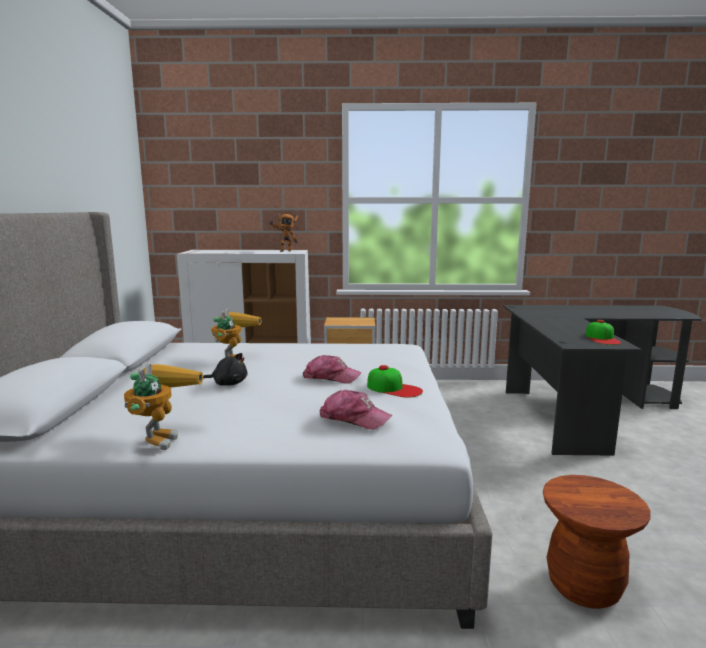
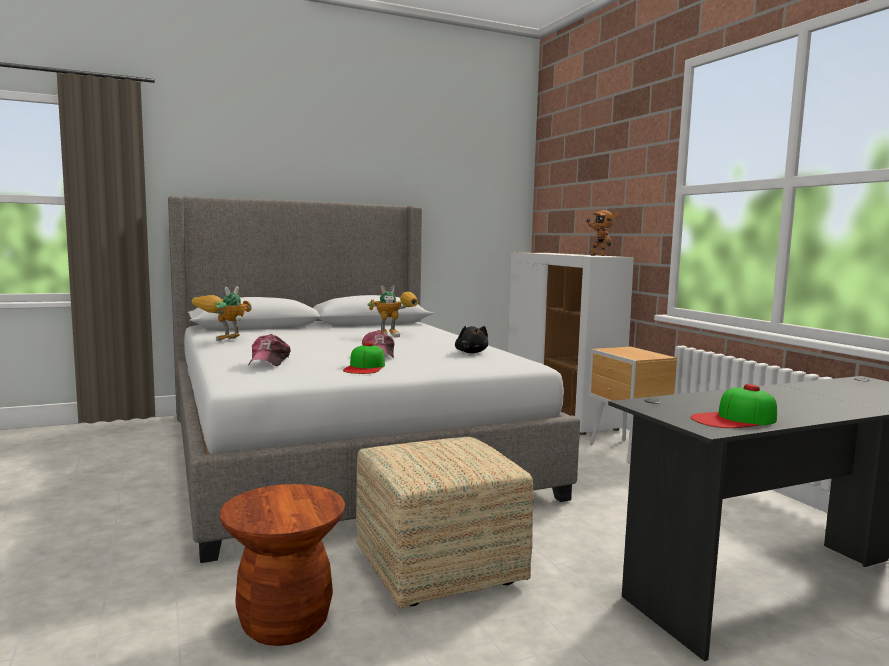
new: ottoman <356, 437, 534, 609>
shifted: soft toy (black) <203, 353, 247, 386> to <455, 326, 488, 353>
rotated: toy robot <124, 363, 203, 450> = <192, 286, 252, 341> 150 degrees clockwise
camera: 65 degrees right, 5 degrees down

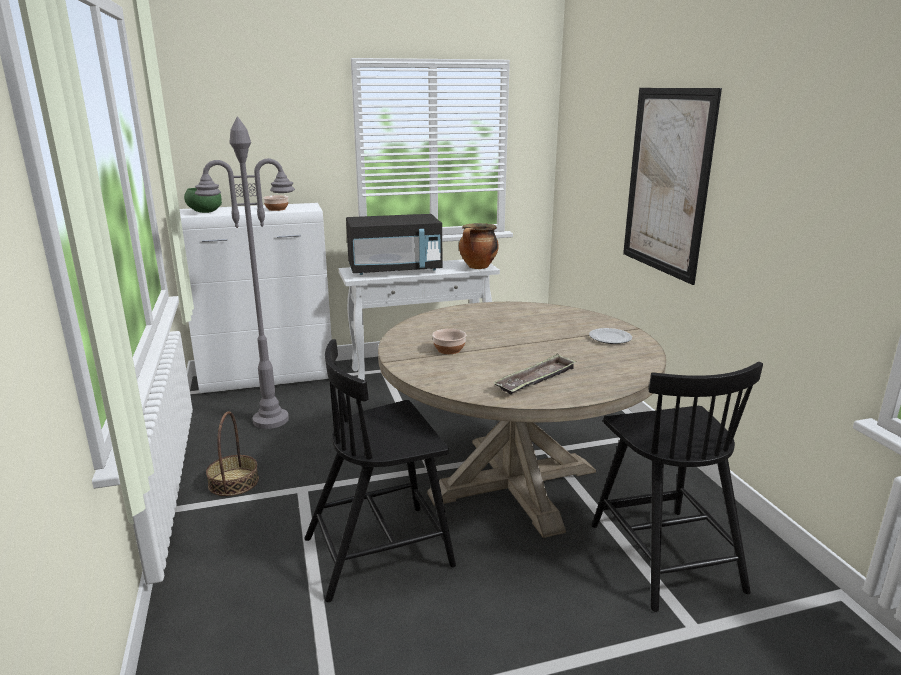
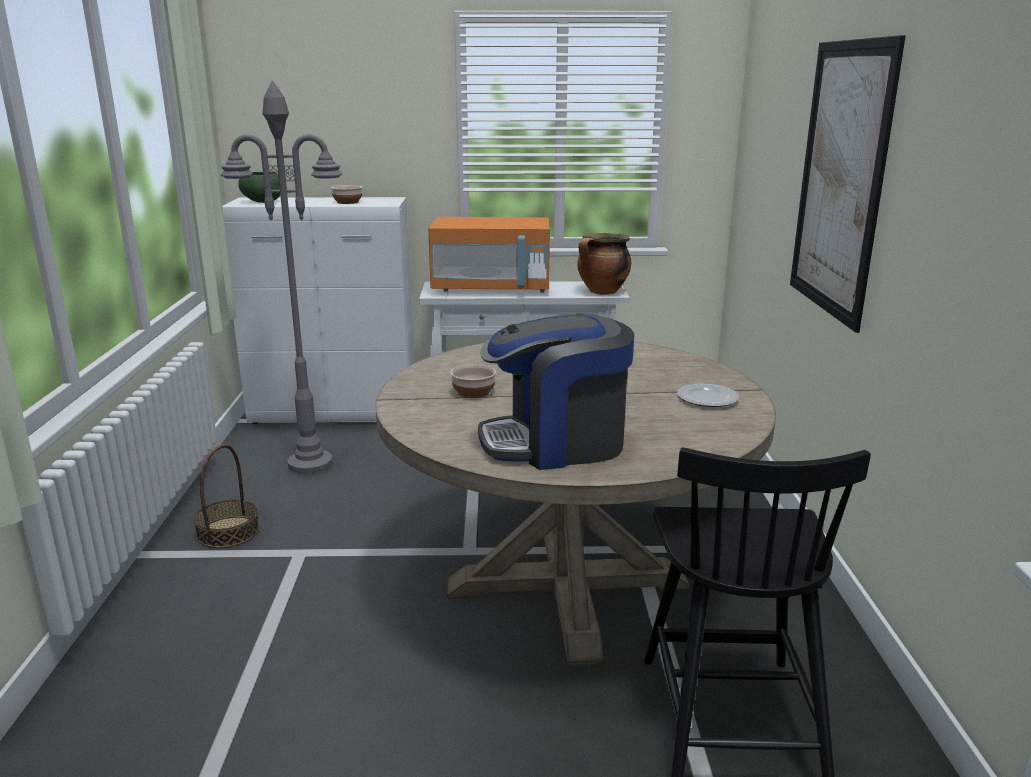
gone: plain chair (black) <304, 339, 456, 602>
swapped: tray <493, 354, 577, 395> to coffee machine <478, 314, 634, 470>
repainted: microwave (black) <346, 214, 442, 275> to microwave (orange-coloured) <428, 217, 550, 293>
camera: 15 degrees right, 0 degrees up

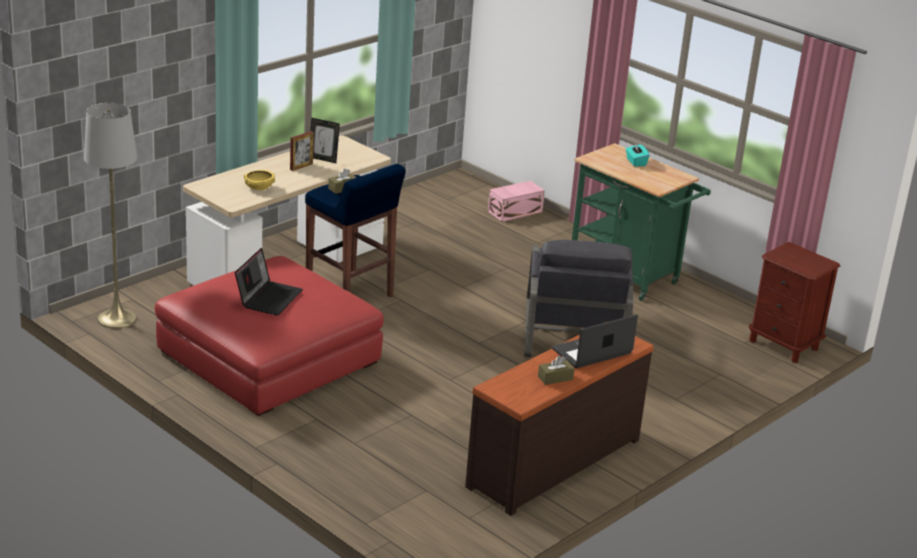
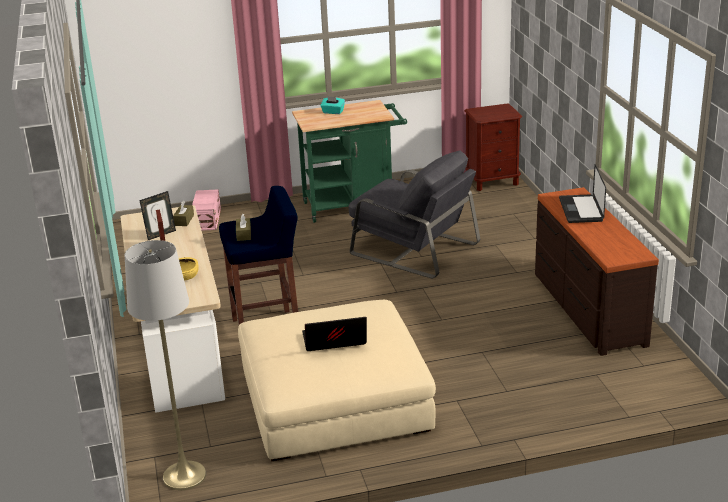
shifted: tissue box (brownish) <538, 356, 575, 385> to <173, 201, 194, 226>
repainted: ottoman (red) <155, 256, 384, 416> to ottoman (beige-coloured) <238, 300, 436, 461>
rotated: laptop <235, 248, 303, 316> = <302, 317, 367, 351> 60 degrees counterclockwise
camera: 55 degrees left, 0 degrees up

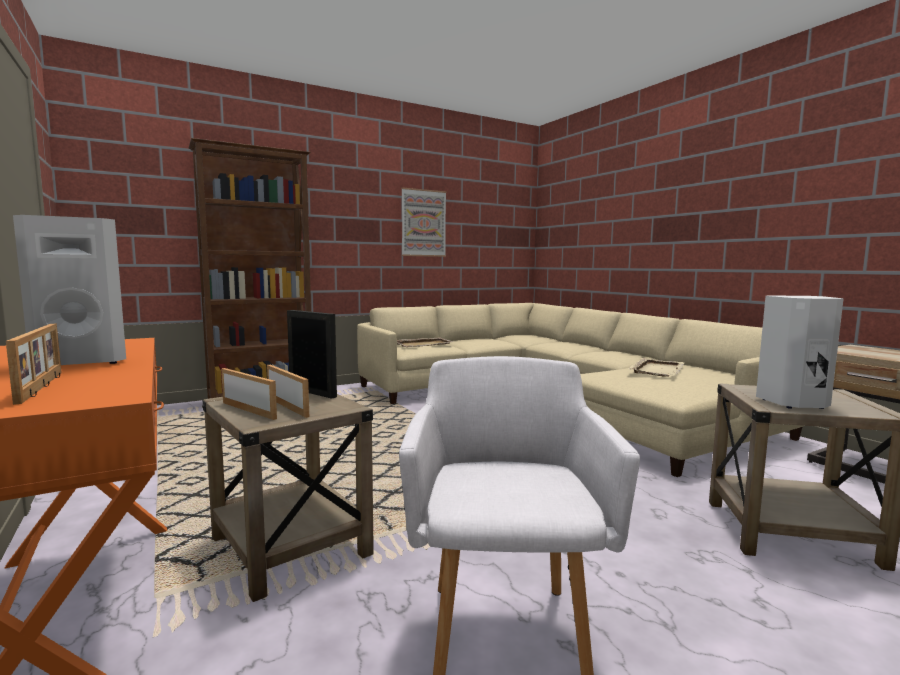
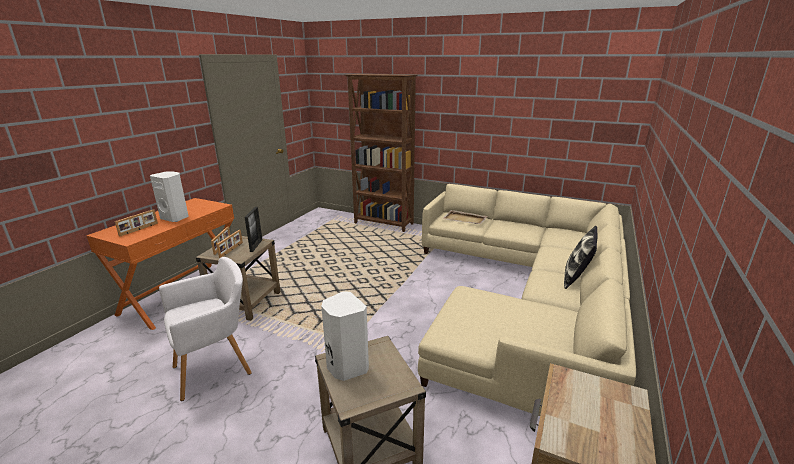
gone: wall picture <401, 187, 446, 257>; tray (beige-coloured) <628, 358, 684, 377>
new: cushion <564, 226, 597, 289>
camera: 55 degrees right, 15 degrees up

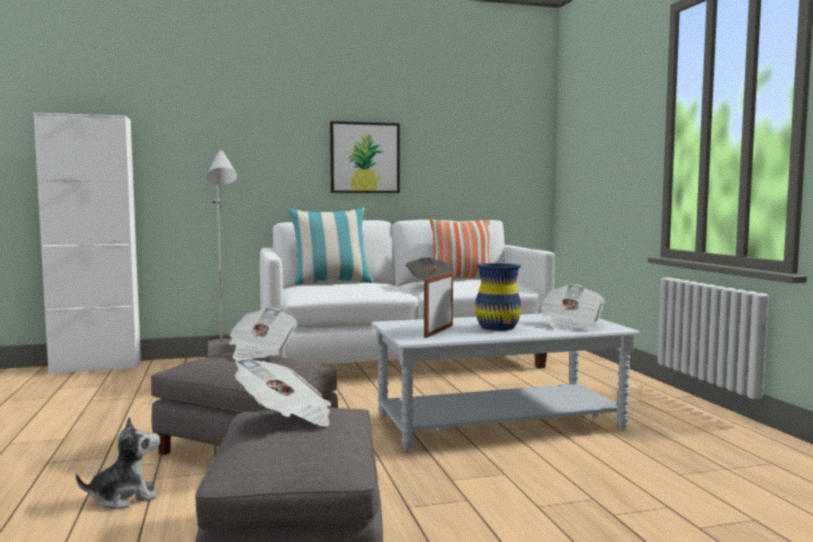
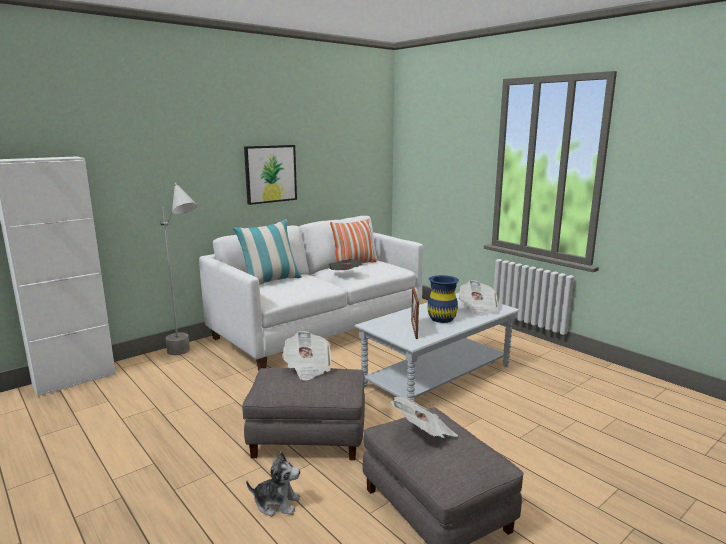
rotated: soft toy <76, 417, 160, 509> = <246, 451, 300, 517> 60 degrees clockwise
camera: 25 degrees left, 10 degrees up

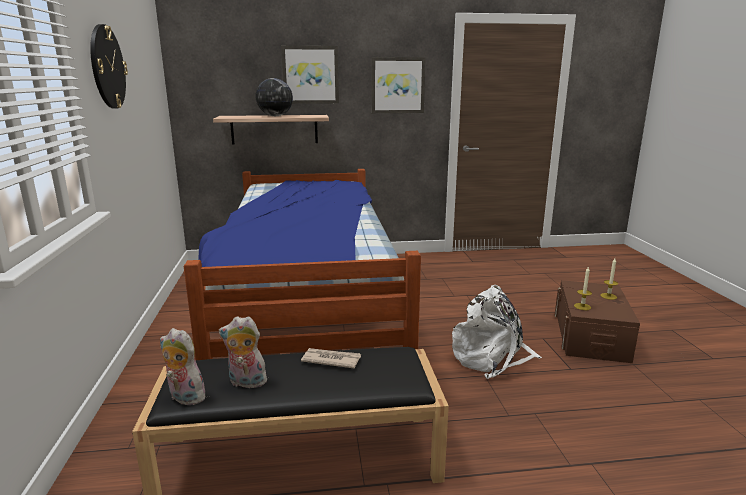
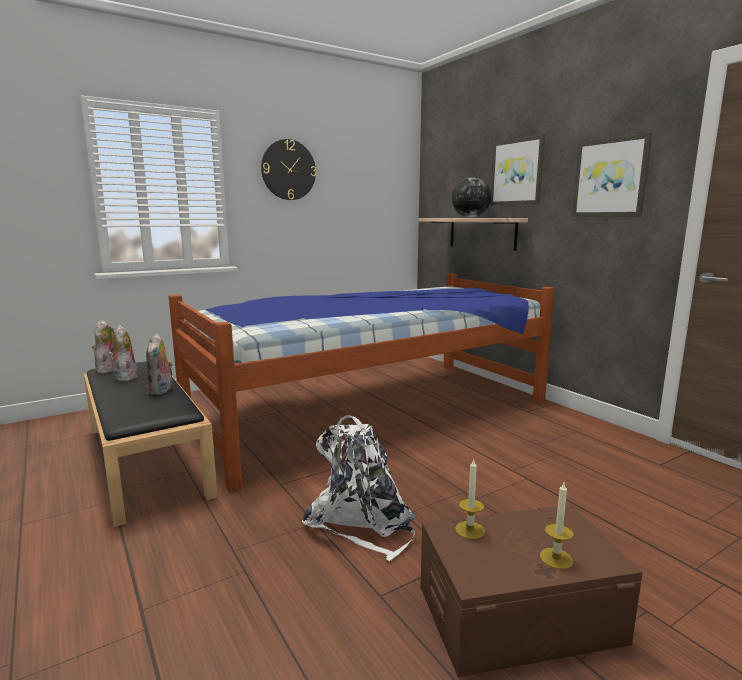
swapped: printed paper <301, 348, 361, 369> to soft toy <146, 334, 173, 395>
camera: 65 degrees right, 5 degrees down

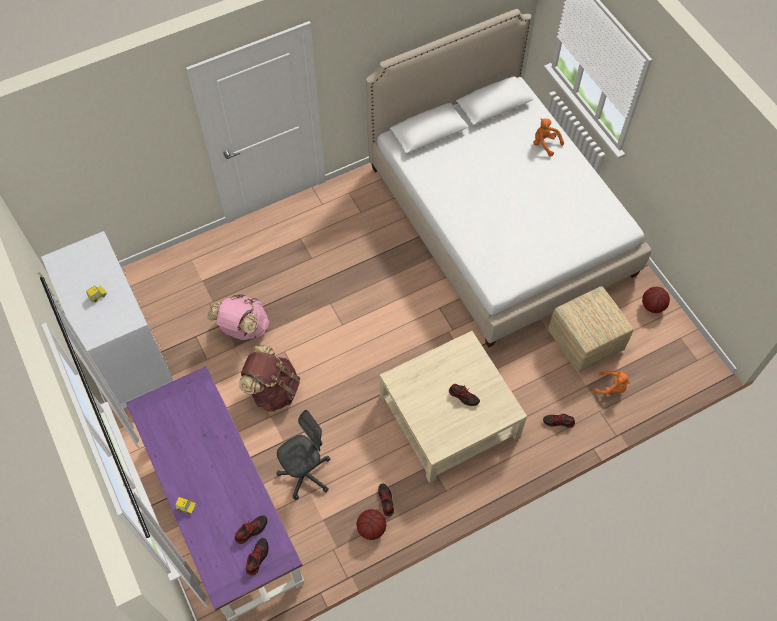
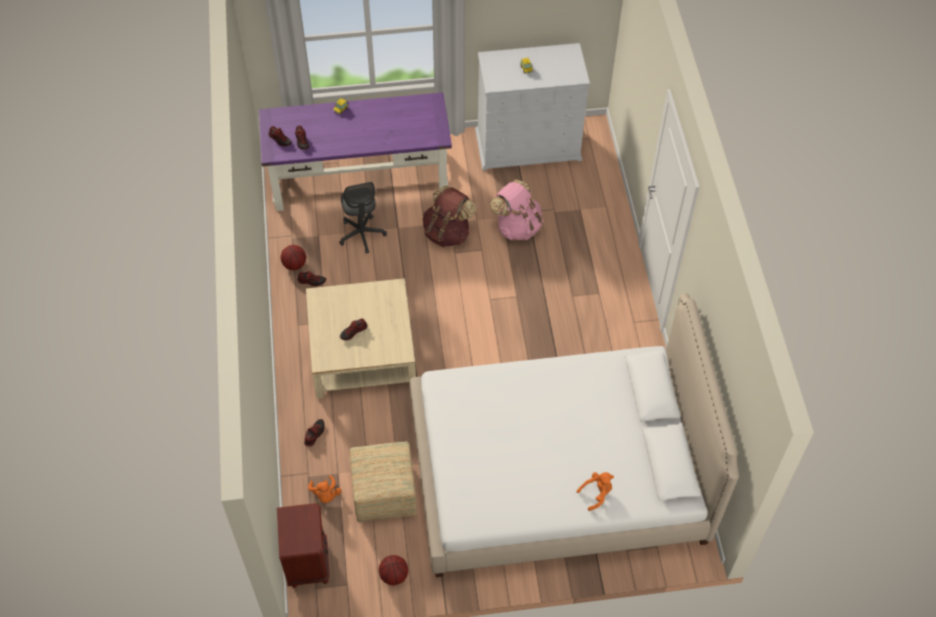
new: nightstand (brownish) <277, 503, 330, 588>
rotated: soft toy (orange-coloured) <594, 371, 630, 394> = <308, 475, 341, 503> 60 degrees counterclockwise
camera: 110 degrees right, 5 degrees down

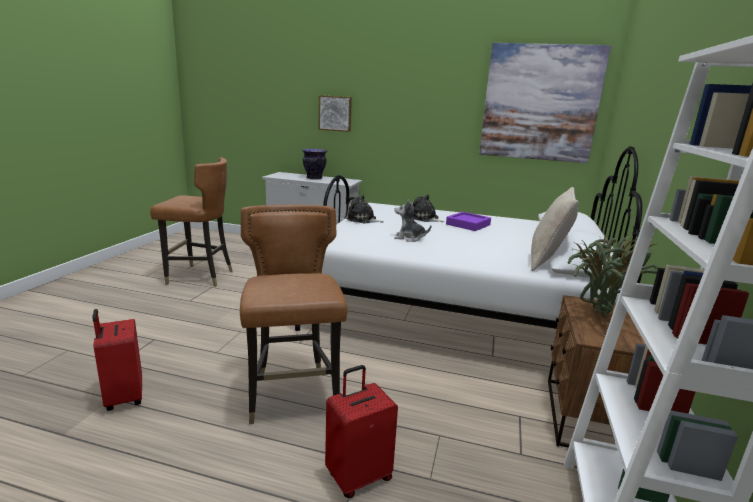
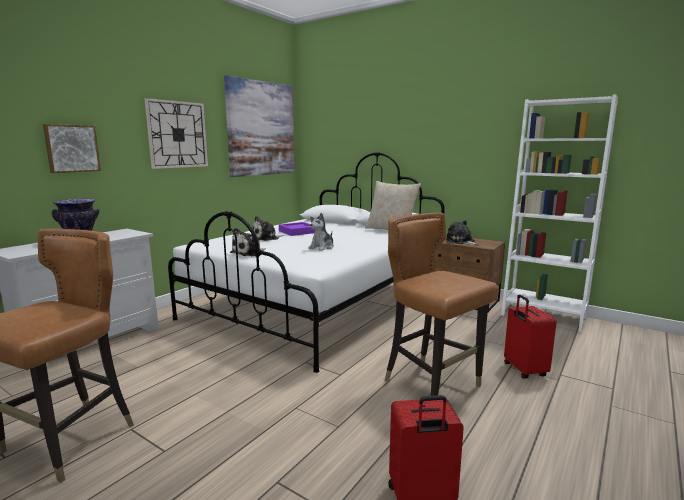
new: wall clock <144, 98, 208, 169>
swapped: houseplant <568, 232, 658, 318> to soft toy <446, 220, 479, 245>
rotated: plain chair (brownish) <240, 205, 347, 424> = <385, 213, 499, 396> 45 degrees clockwise
camera: 70 degrees left, 5 degrees down

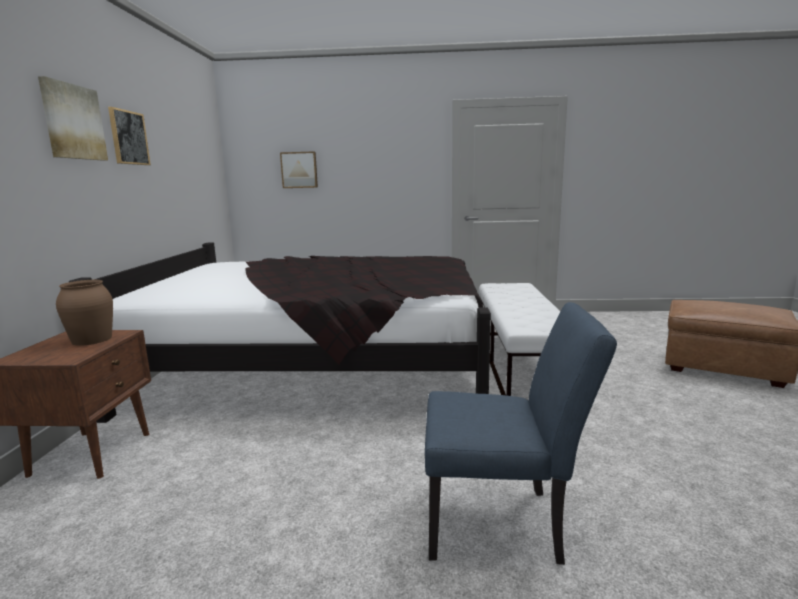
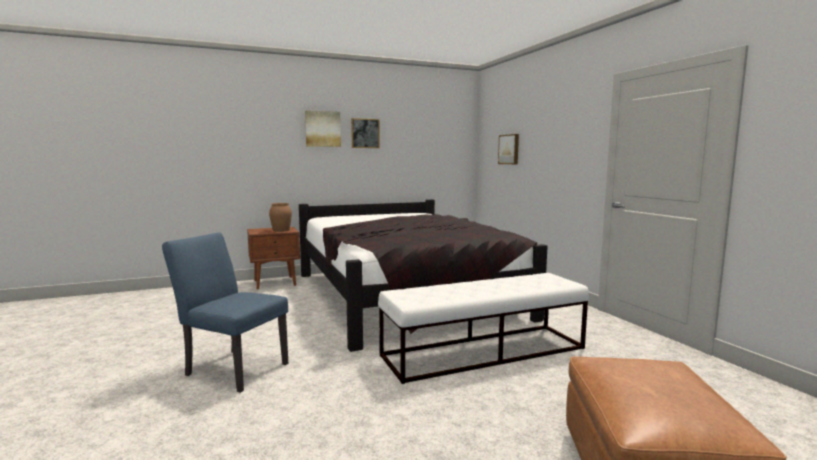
rotated: plain chair (blue) <425, 302, 617, 565> = <162, 232, 288, 393> 135 degrees clockwise
camera: 65 degrees right, 5 degrees down

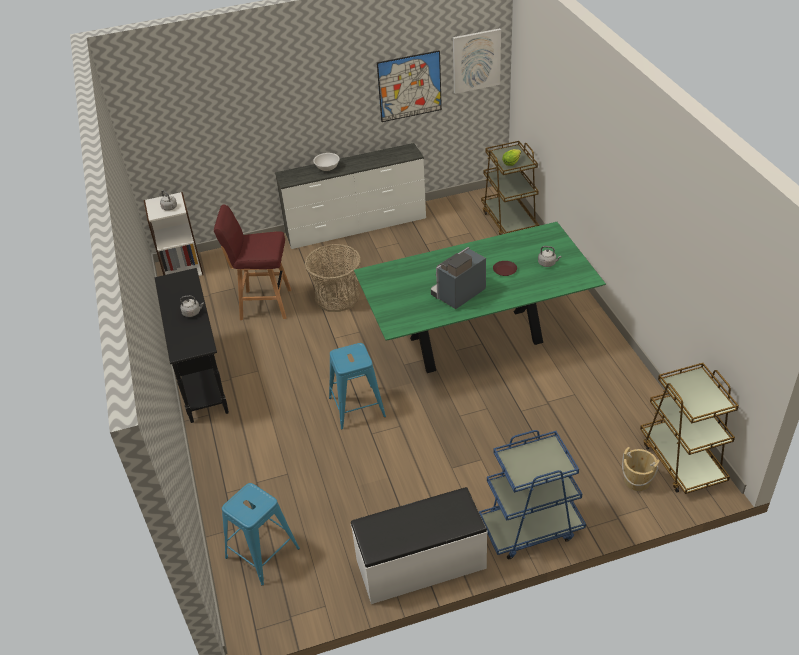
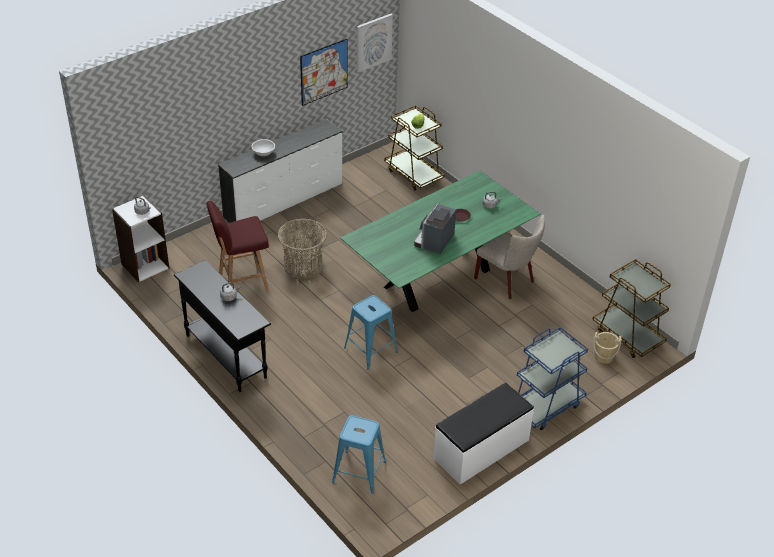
new: plain chair (beige-coloured) <474, 214, 545, 299>
camera: 25 degrees left, 0 degrees up

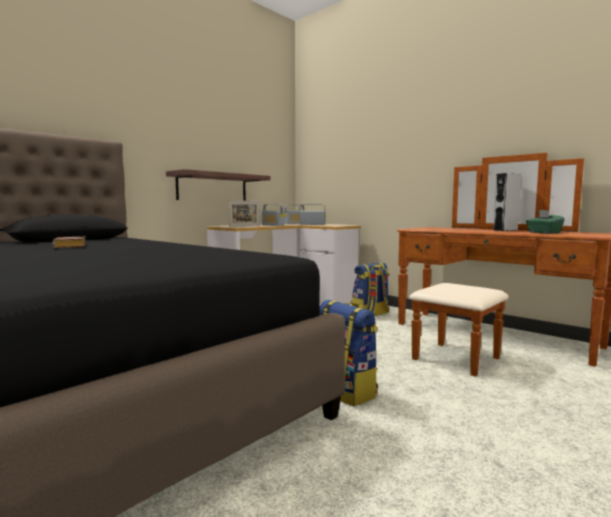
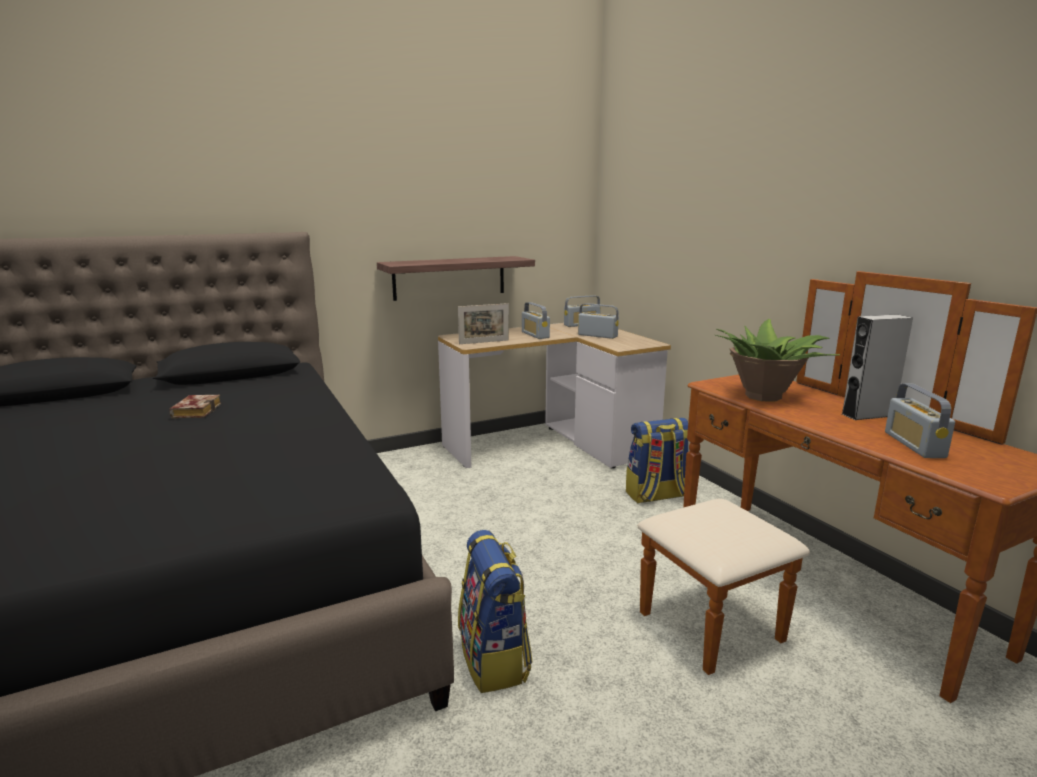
new: houseplant <715, 319, 841, 402>
swapped: tissue box (green) <526, 210, 565, 234> to radio receiver <885, 383, 955, 458>
camera: 20 degrees right, 10 degrees up

